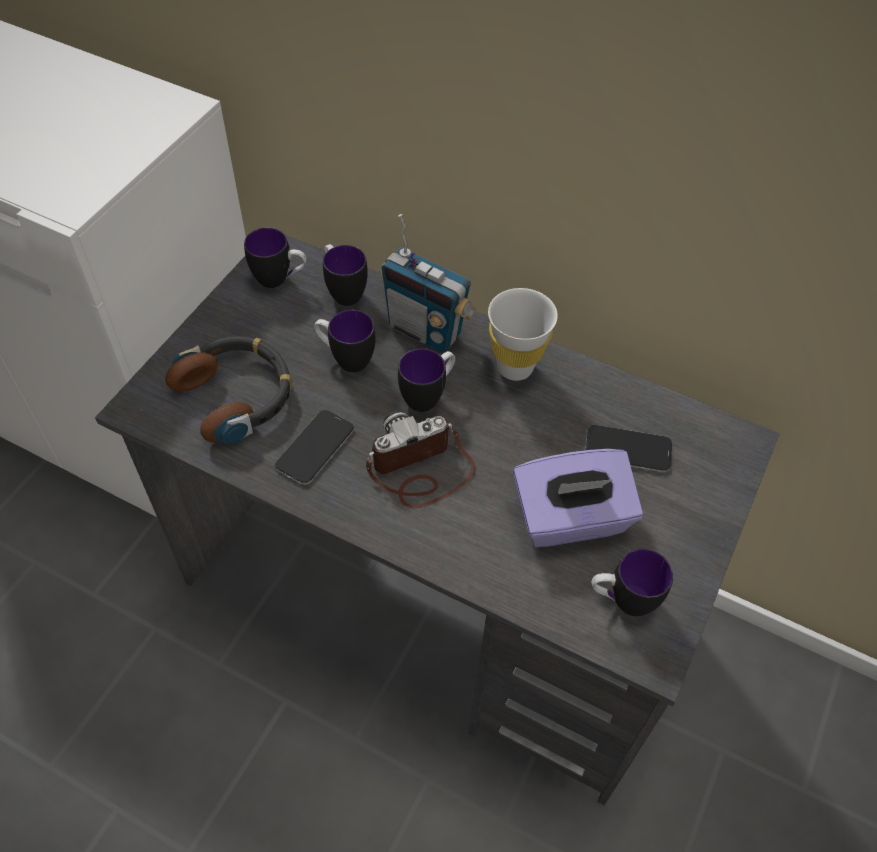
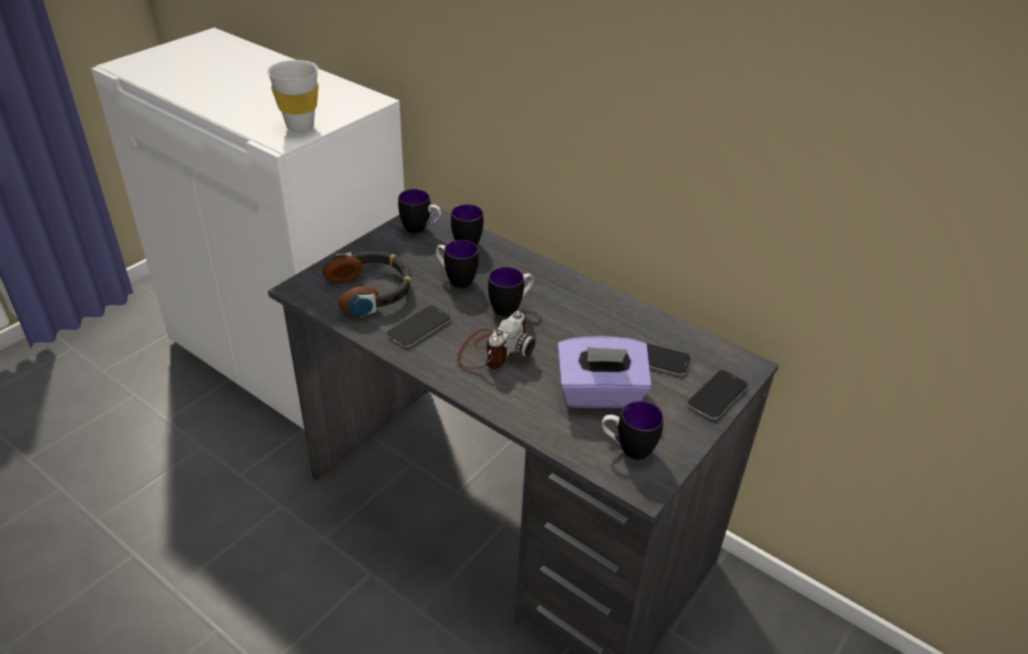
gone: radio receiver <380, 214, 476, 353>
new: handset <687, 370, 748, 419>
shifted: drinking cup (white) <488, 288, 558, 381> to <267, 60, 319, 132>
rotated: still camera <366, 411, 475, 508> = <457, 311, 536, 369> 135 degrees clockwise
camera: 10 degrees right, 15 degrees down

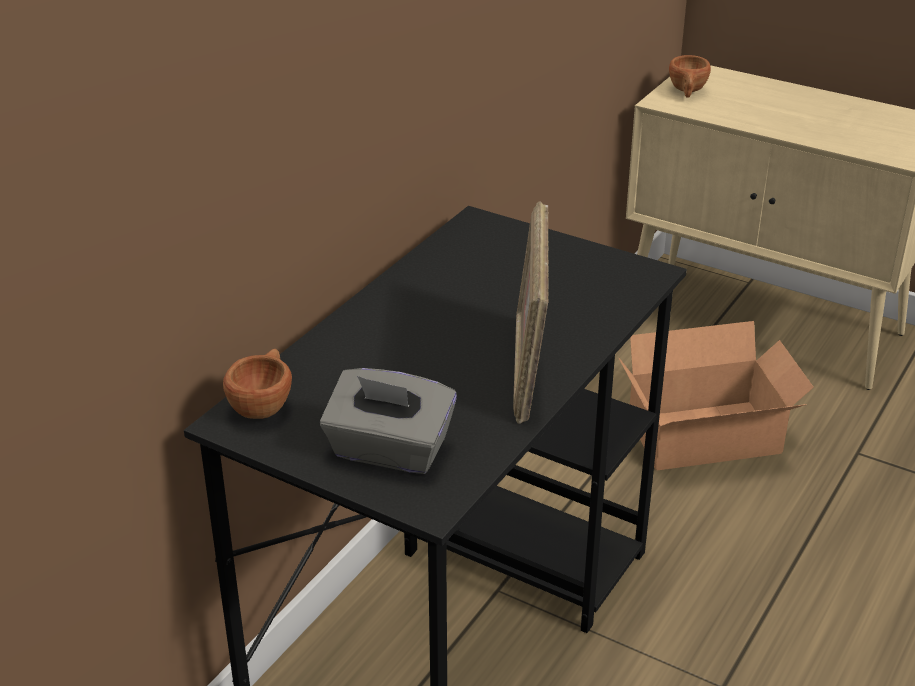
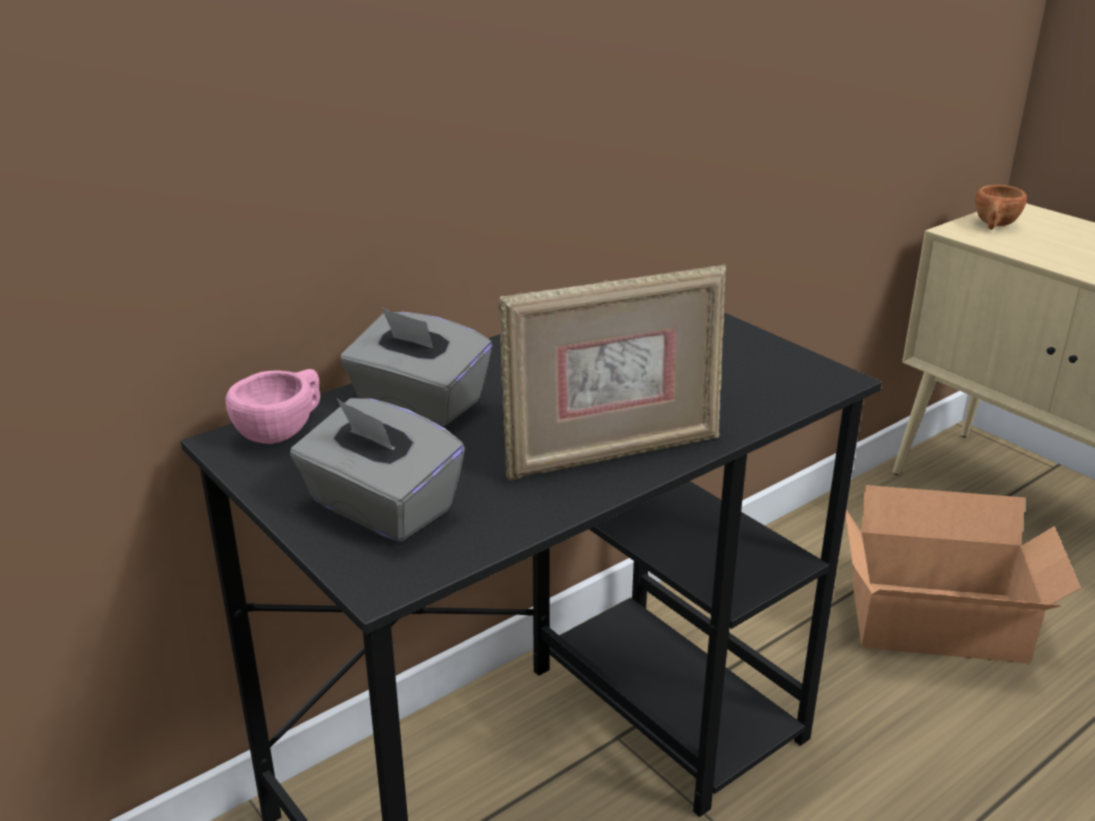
new: tissue box (greyish) <340, 307, 492, 426>
repainted: drinking cup (brownish) <223, 349, 292, 419> to drinking cup (pink) <226, 369, 320, 444>
rotated: picture frame <513, 201, 549, 424> = <498, 263, 726, 481> 135 degrees counterclockwise
camera: 20 degrees right, 5 degrees down

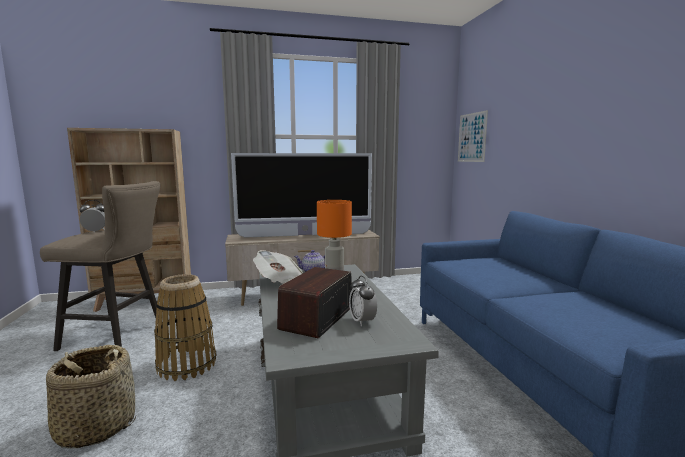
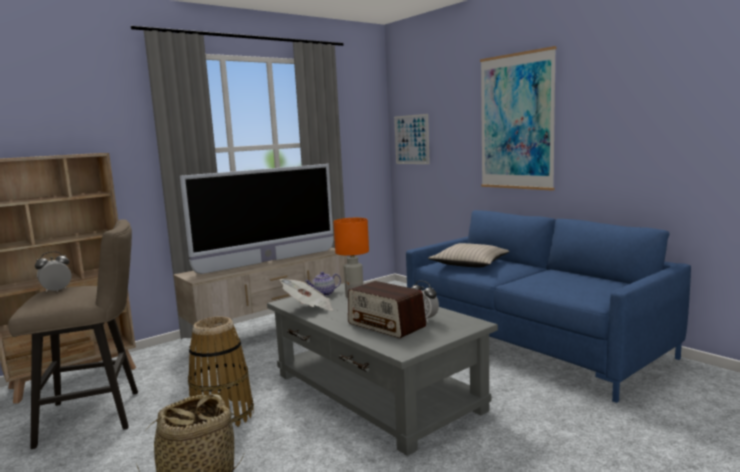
new: cushion (beige-coloured) <428, 243, 509, 267>; wall picture <480, 46, 557, 191>
rotated: radio receiver <277, 267, 352, 338> = <348, 281, 426, 338> 45 degrees counterclockwise
camera: 25 degrees left, 0 degrees up

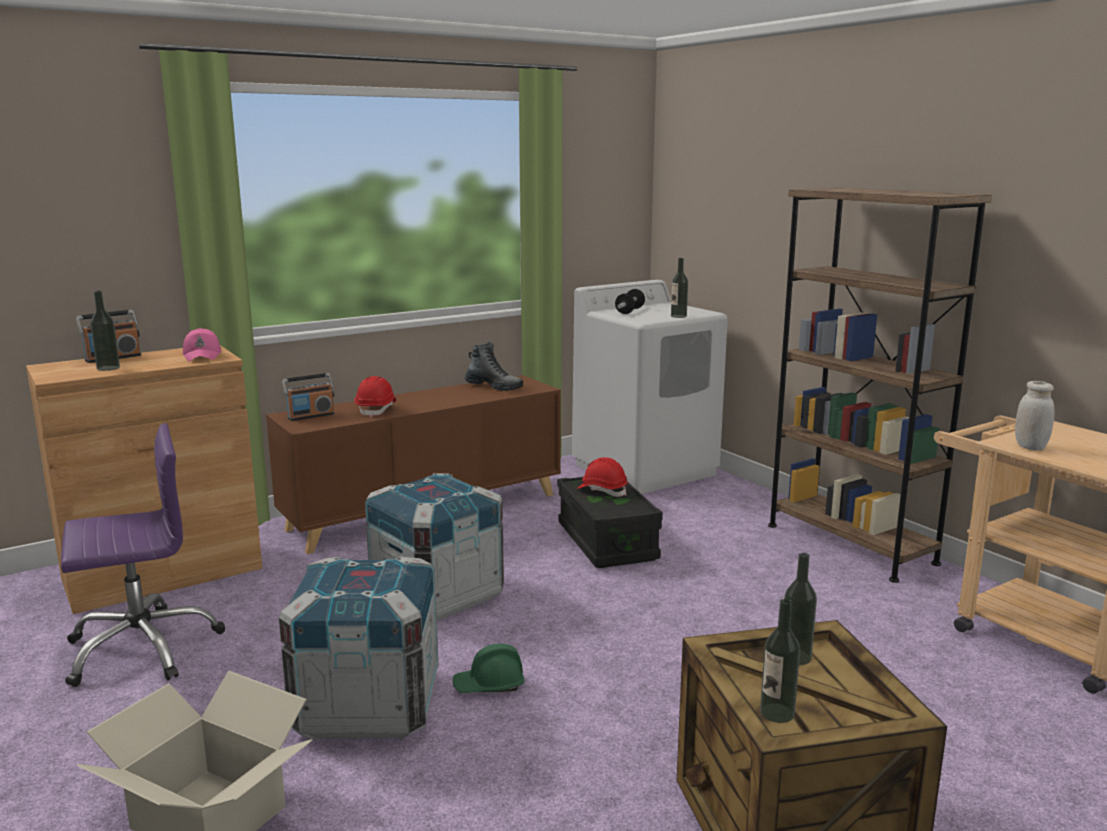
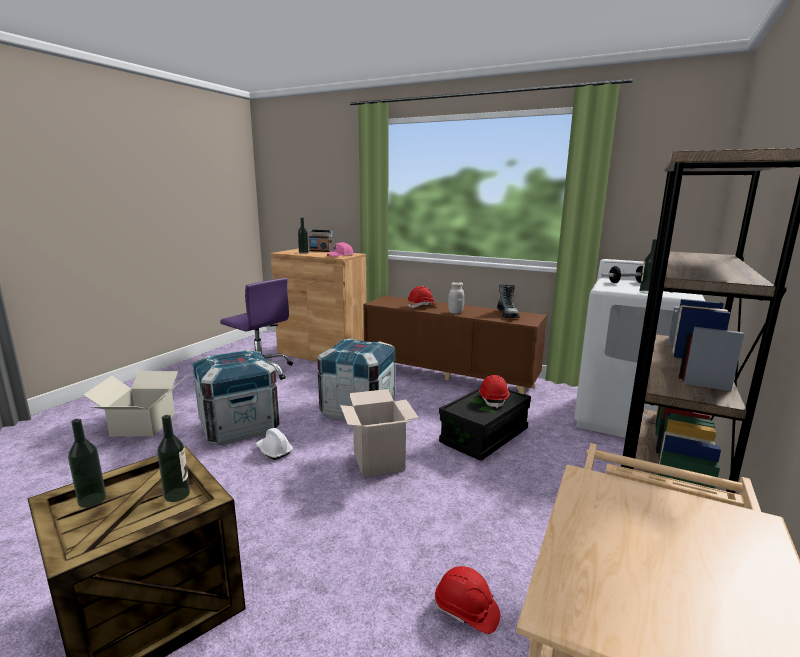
gone: radio receiver <282, 373, 335, 421>
new: carton <340, 389, 419, 477>; hard hat (red) <435, 566, 500, 634>
shifted: storage jar (white) <1015, 381, 1055, 450> to <448, 282, 464, 314>
repainted: hard hat (green) <453, 644, 525, 693> to hard hat (white) <255, 428, 293, 460>
camera: 60 degrees right, 0 degrees up

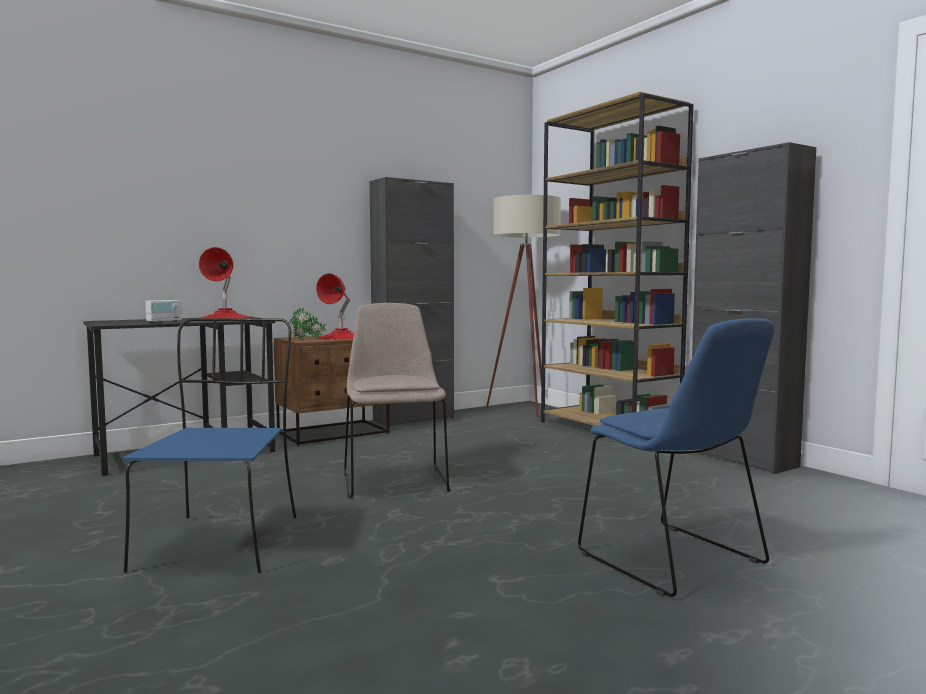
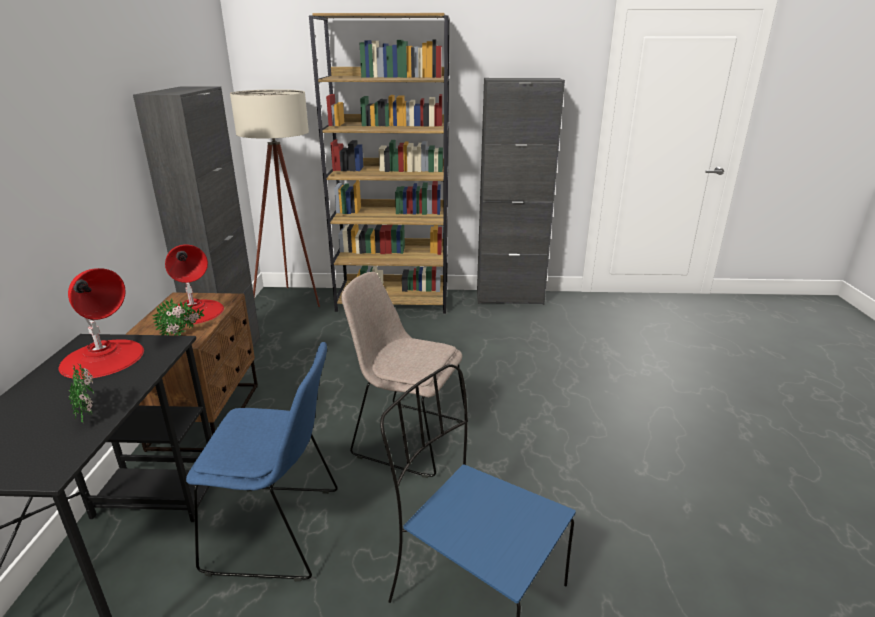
shifted: plain chair (blue) <578, 318, 775, 597> to <186, 342, 338, 582>
swapped: radio receiver <145, 284, 182, 323> to houseplant <68, 362, 94, 423>
camera: 55 degrees left, 20 degrees up

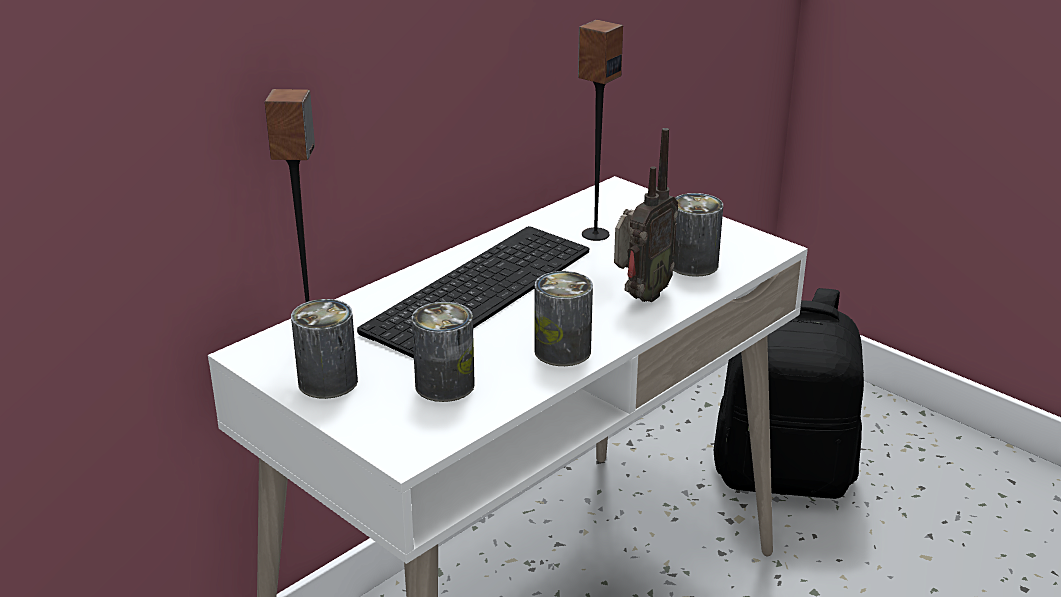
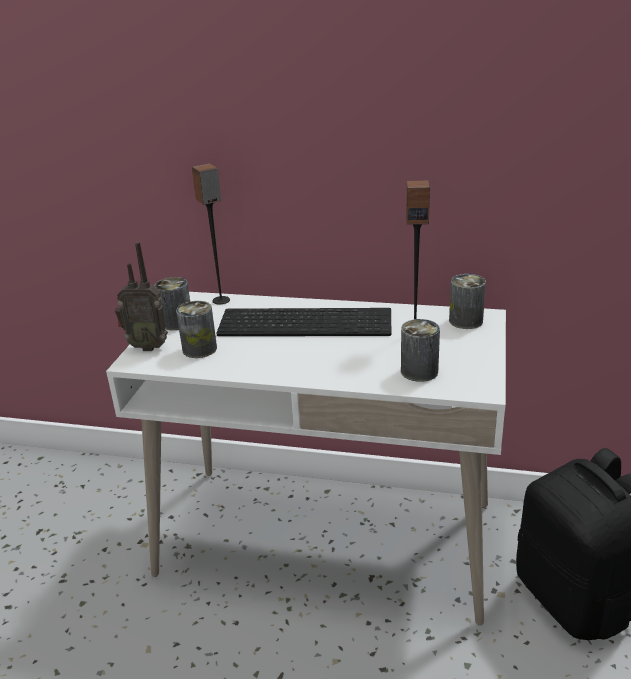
shifted: can <534, 271, 593, 366> to <449, 274, 486, 329>; radio receiver <614, 128, 678, 302> to <115, 242, 168, 351>
camera: 60 degrees right, 0 degrees up

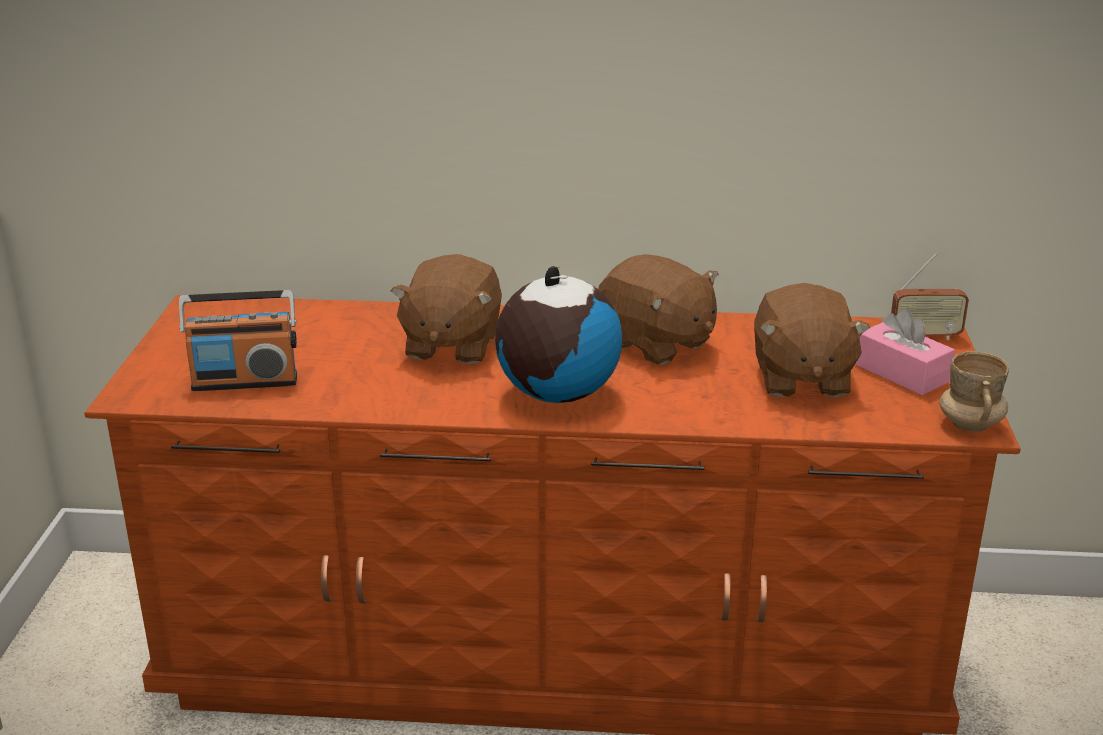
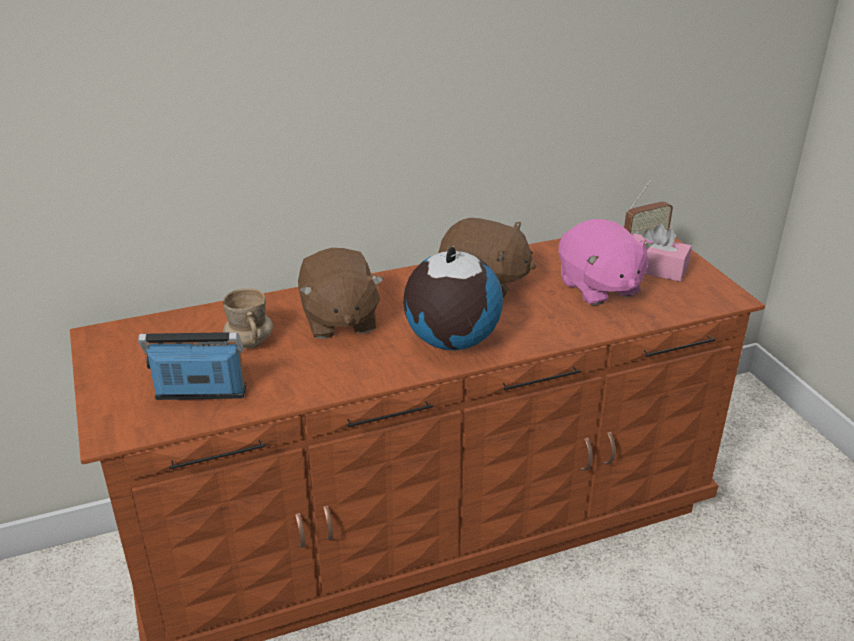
shifted: coffee mug (beige-coloured) <939, 351, 1009, 432> to <223, 288, 273, 349>
repainted: soft toy (brownish) <754, 283, 870, 397> to soft toy (pink) <559, 219, 653, 305>
rotated: radio receiver <179, 290, 297, 391> = <138, 332, 246, 400> 150 degrees counterclockwise
camera: 25 degrees left, 5 degrees up

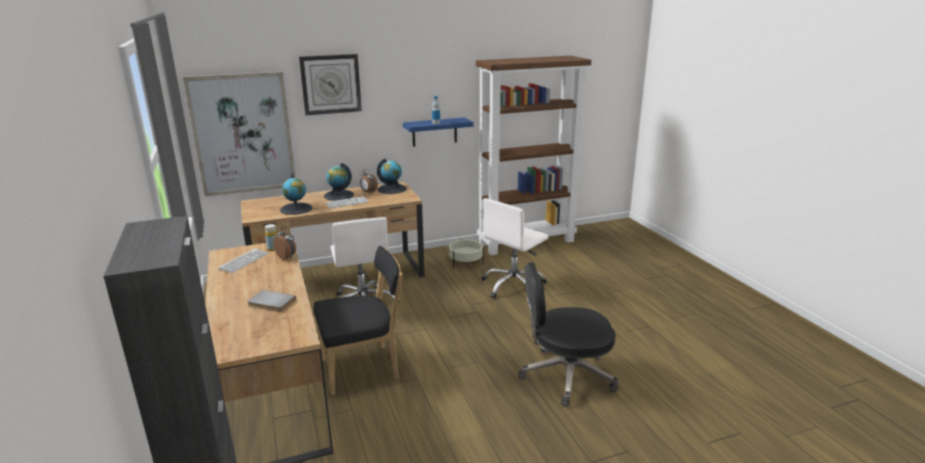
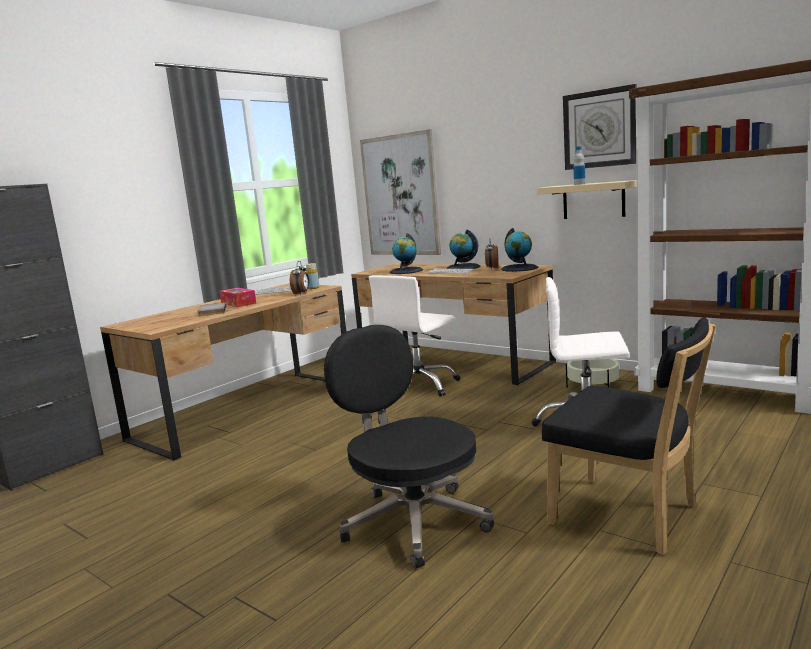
new: tissue box <219, 288, 256, 307>
shifted: wall clock <299, 54, 362, 115> to <563, 84, 637, 170>; plain chair (black) <314, 246, 403, 395> to <542, 317, 716, 555>
repainted: wall shelf (blue) <403, 117, 474, 147> to wall shelf (beige-coloured) <537, 180, 637, 219>
camera: 60 degrees right, 10 degrees down

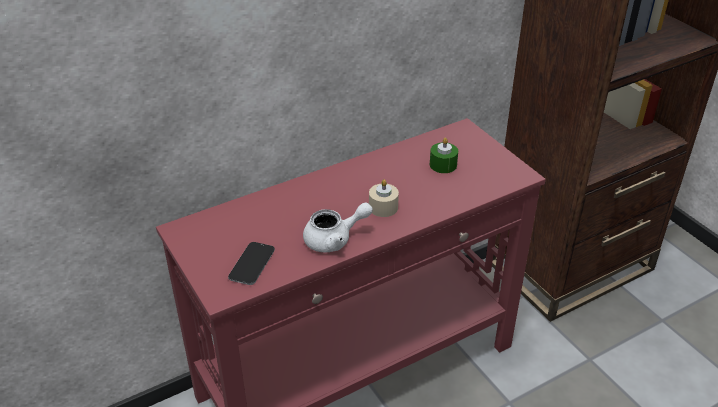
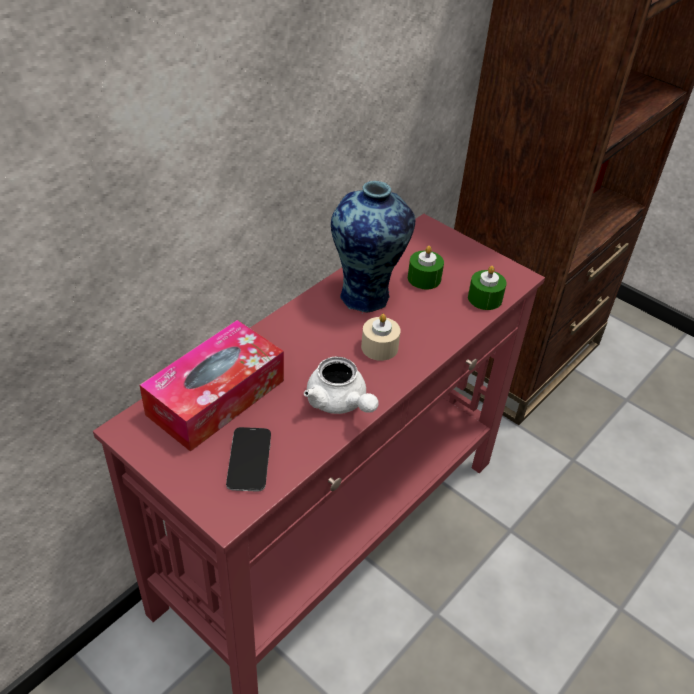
new: tissue box <140, 320, 284, 452>; vase <331, 181, 416, 314>; wax light (green) <468, 266, 506, 310>
rotated: tea pot (white) <303, 203, 373, 252> = <304, 356, 378, 414> 90 degrees clockwise
camera: 20 degrees left, 5 degrees up

